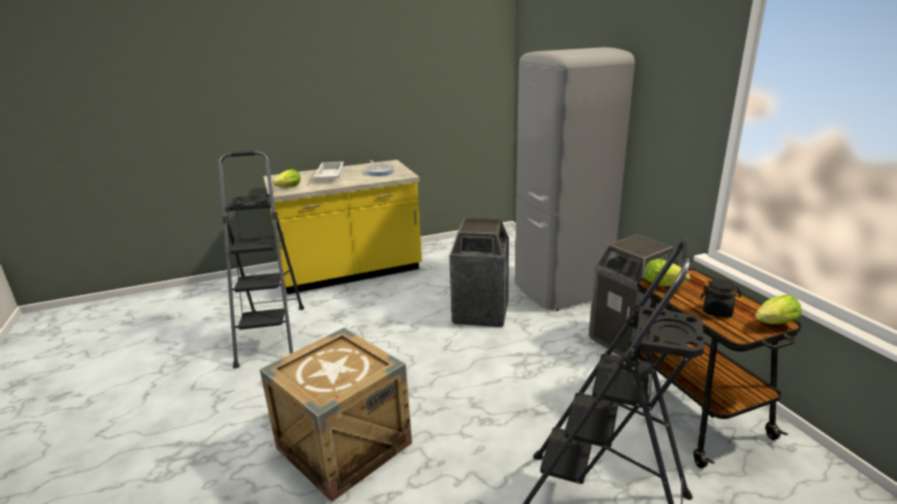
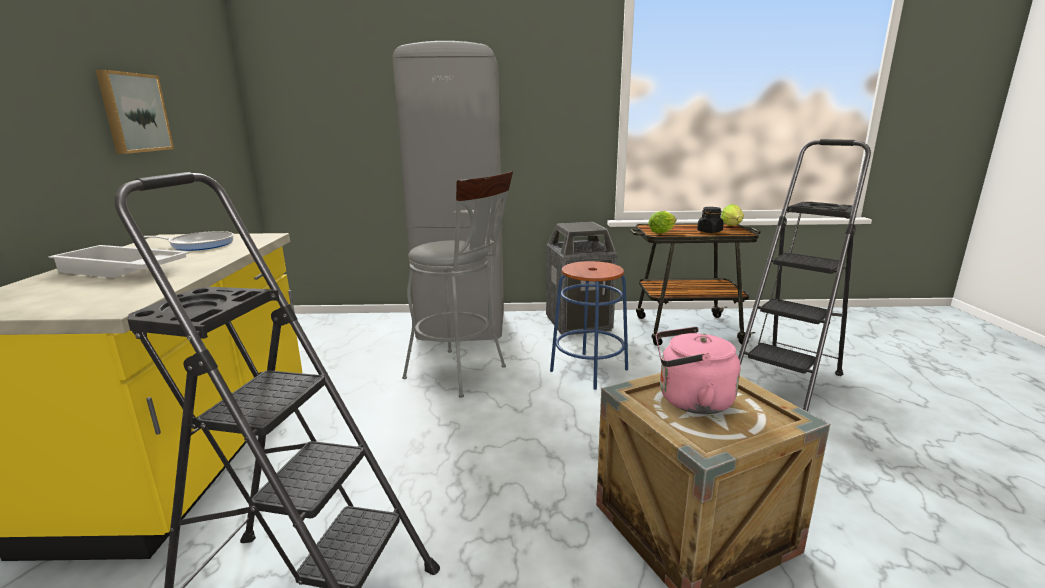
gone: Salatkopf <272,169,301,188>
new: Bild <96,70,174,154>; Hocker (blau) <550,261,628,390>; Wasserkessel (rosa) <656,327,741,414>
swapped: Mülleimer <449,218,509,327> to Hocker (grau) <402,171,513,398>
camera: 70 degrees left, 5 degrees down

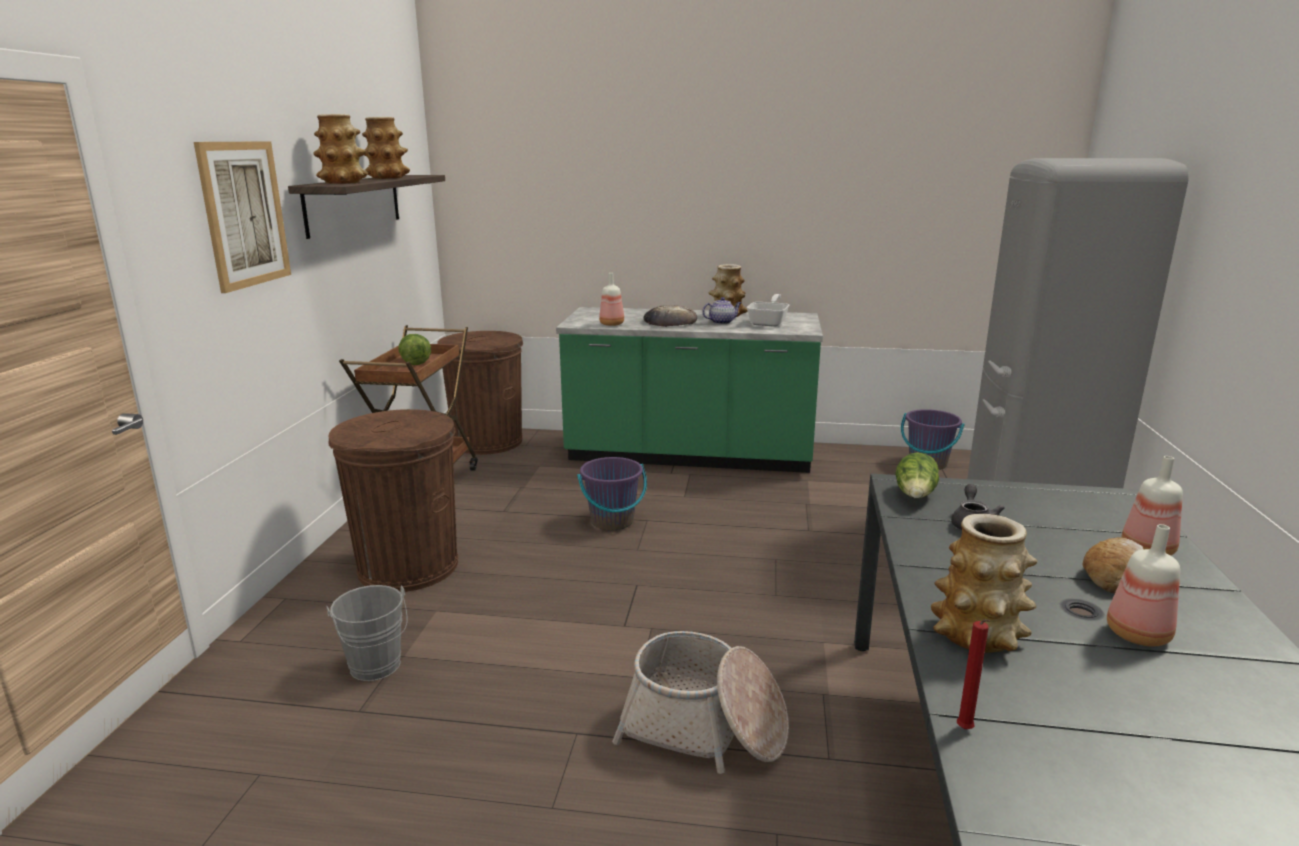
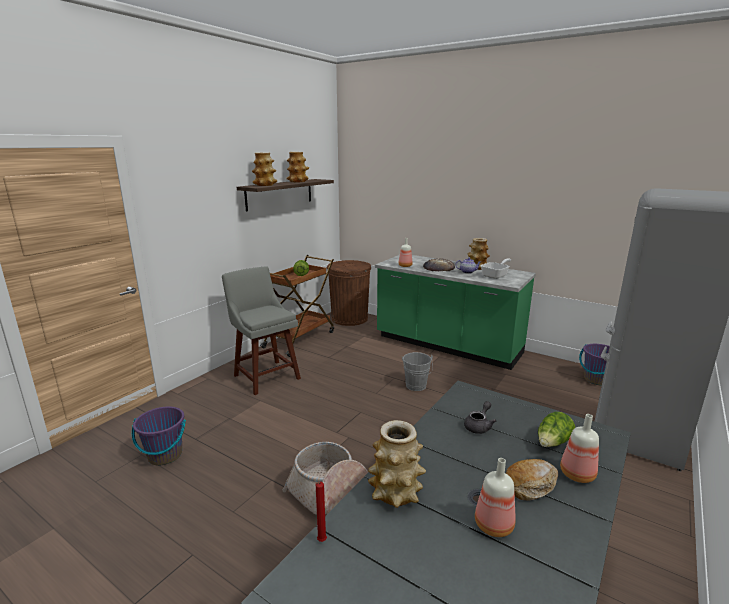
gone: Bild <194,141,291,293>
shifted: Salatkopf <896,452,939,499> to <538,412,575,447>; Eimer (lila) <577,457,647,530> to <132,406,186,465>; Eimer (grau) <326,585,407,681> to <402,352,433,391>
swapped: Mülleimer (braun) <328,409,458,592> to Hocker (grau) <222,266,301,395>
camera: 25 degrees right, 0 degrees up

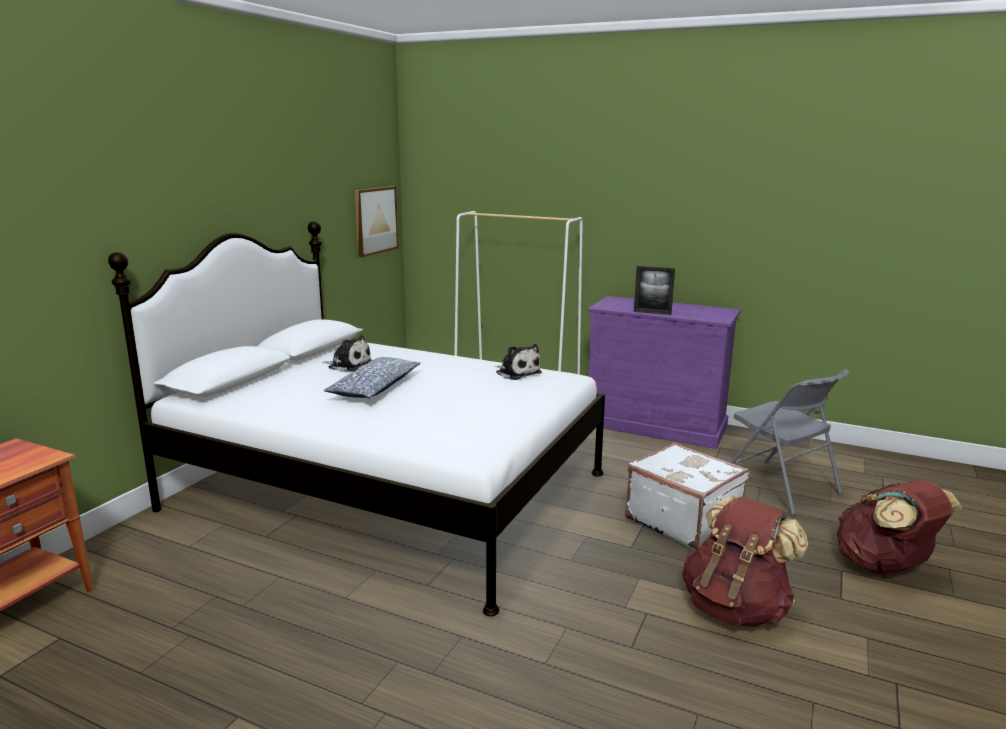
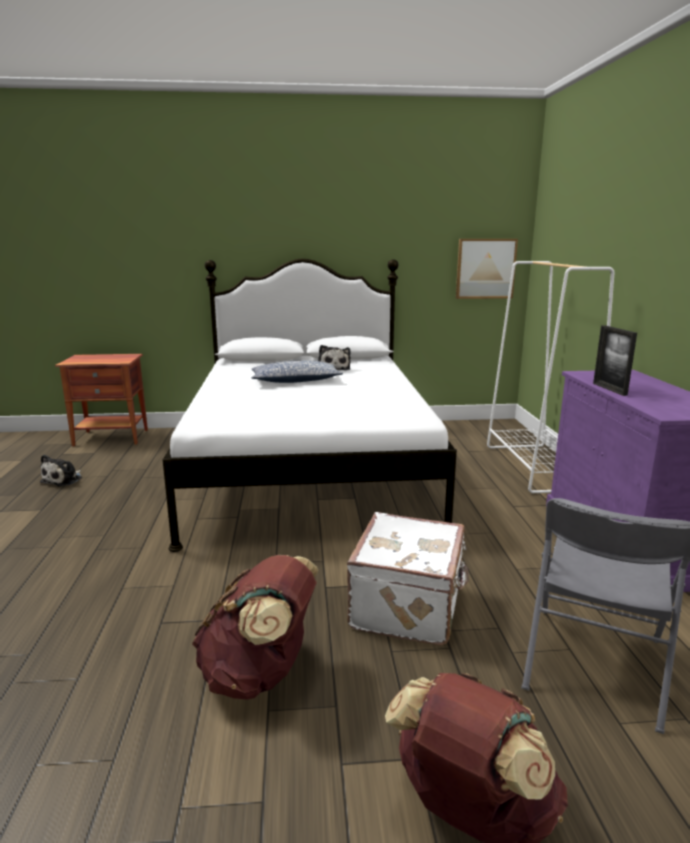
shifted: Plüschtier <495,344,542,380> to <40,455,82,486>
camera: 60 degrees right, 0 degrees up

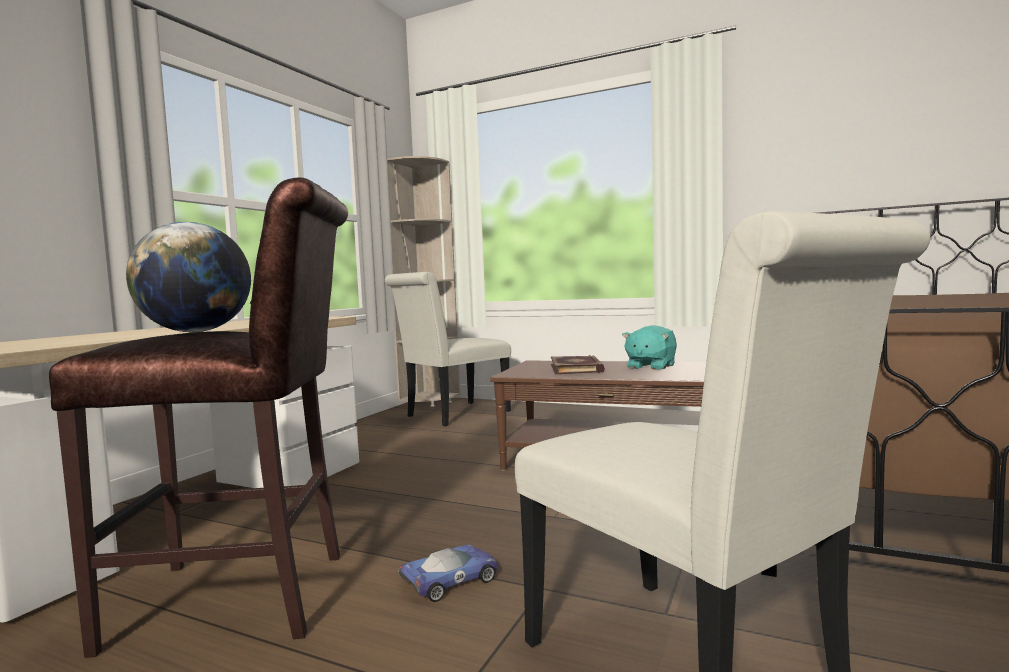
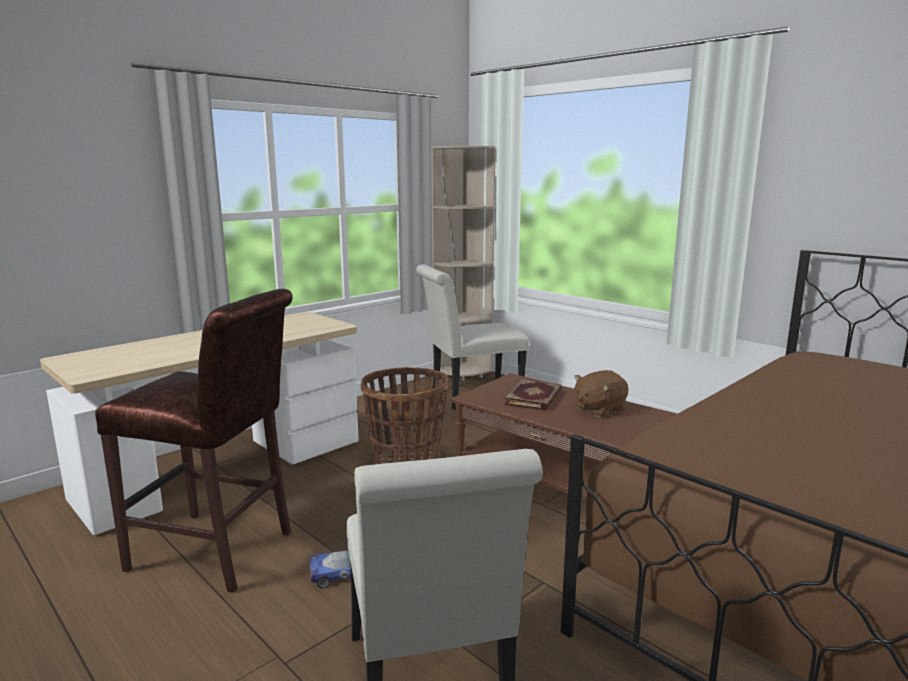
gone: Globus <126,222,251,332>
new: Korb <361,367,449,464>
repainted: Plüschtier (türkis) <622,325,677,370> to Plüschtier (braun) <574,370,629,417>
camera: 20 degrees right, 10 degrees up

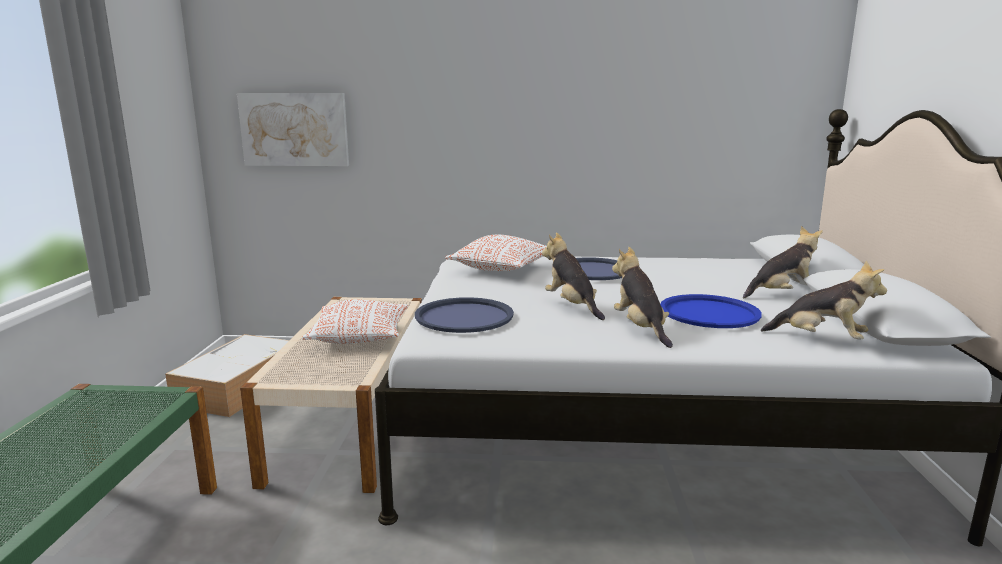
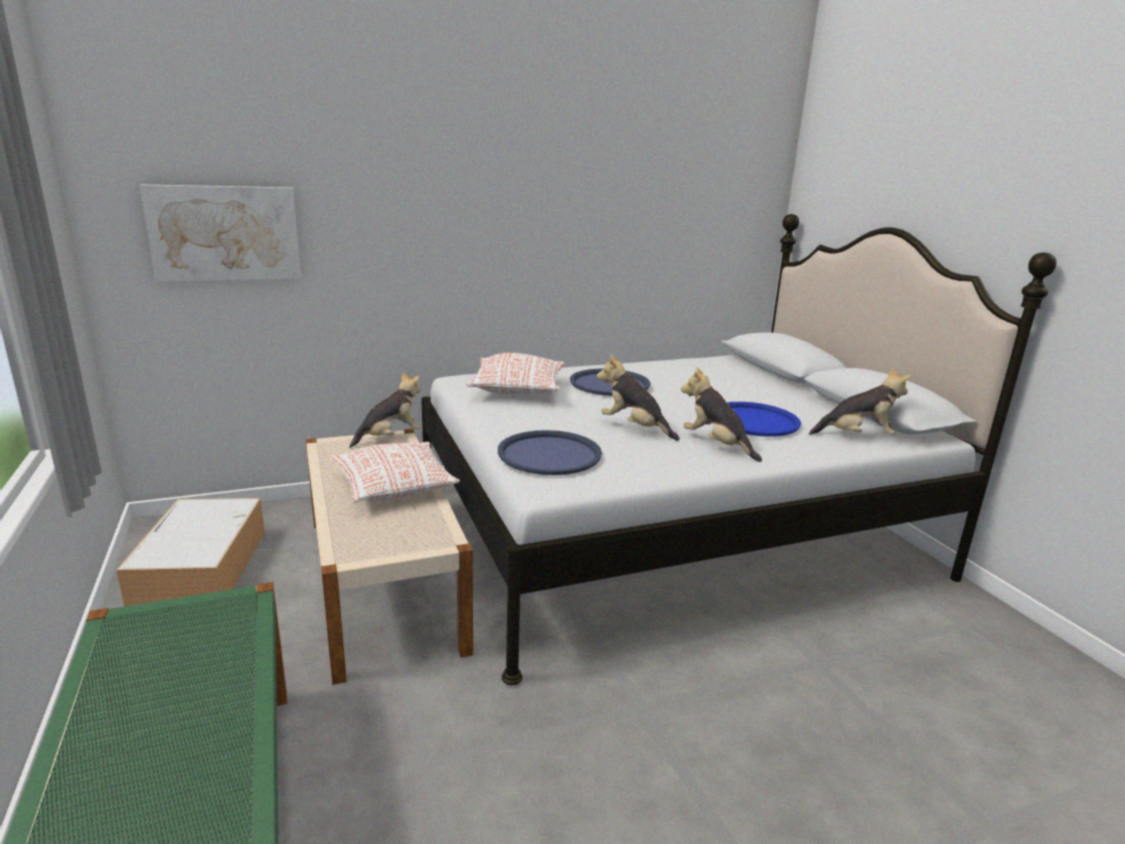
shifted: Plüschtier <743,226,823,298> to <349,372,421,448>
camera: 25 degrees left, 5 degrees up

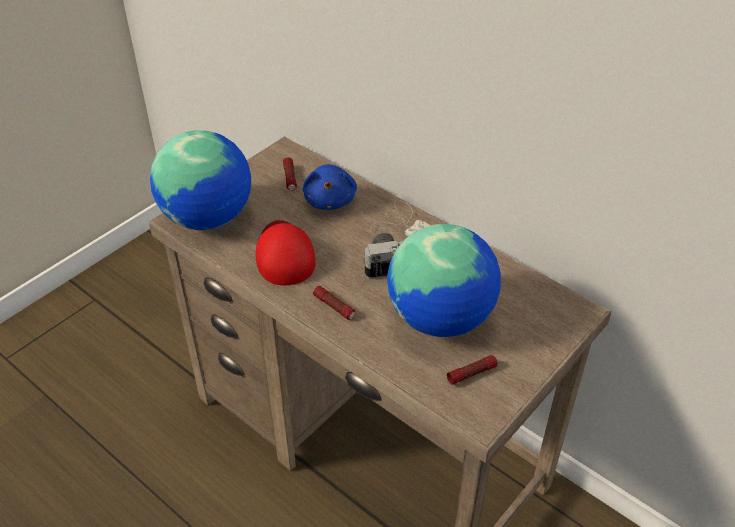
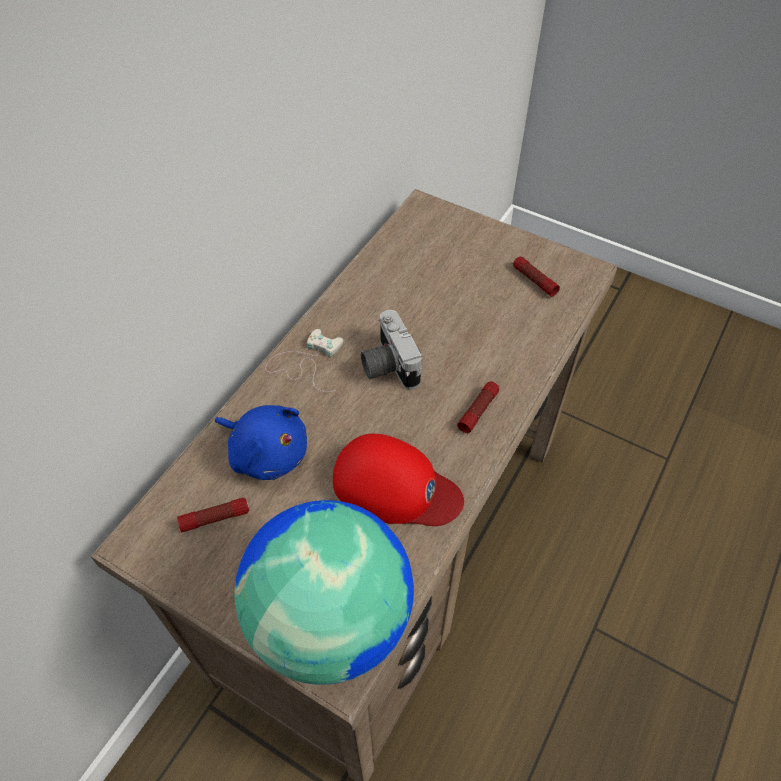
gone: Globus <387,224,501,337>
rotated: Plüschtier (blau) <303,164,357,210> = <215,405,307,480> 45 degrees clockwise; Kappe (rot) <256,220,316,285> = <333,434,464,526> 135 degrees counterclockwise
camera: 100 degrees left, 10 degrees up

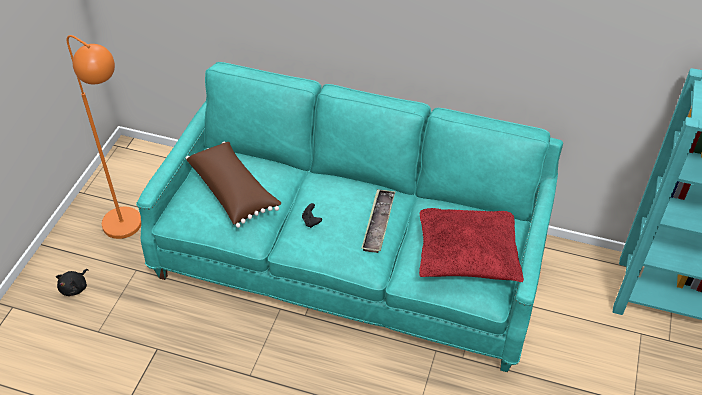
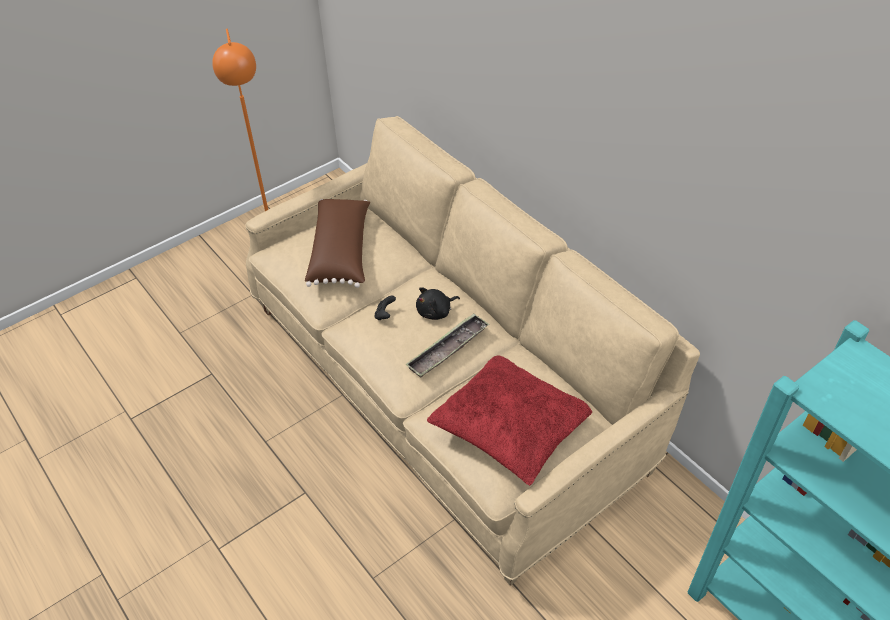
shifted: Plüschtier (schwarz) <56,269,89,296> to <416,287,460,320>
repainted: Sofa (türkis) <136,62,563,372> to Sofa (beige) <245,116,700,586>
camera: 35 degrees right, 0 degrees up

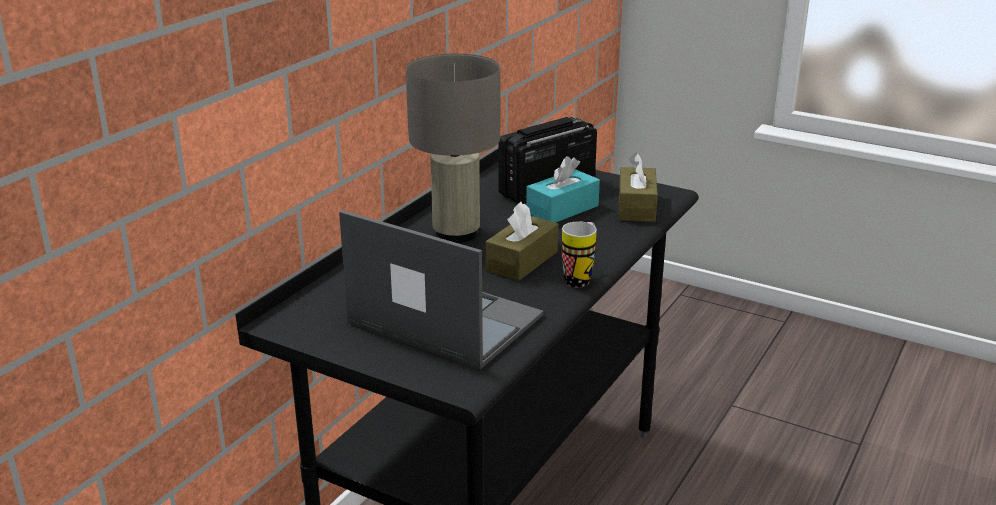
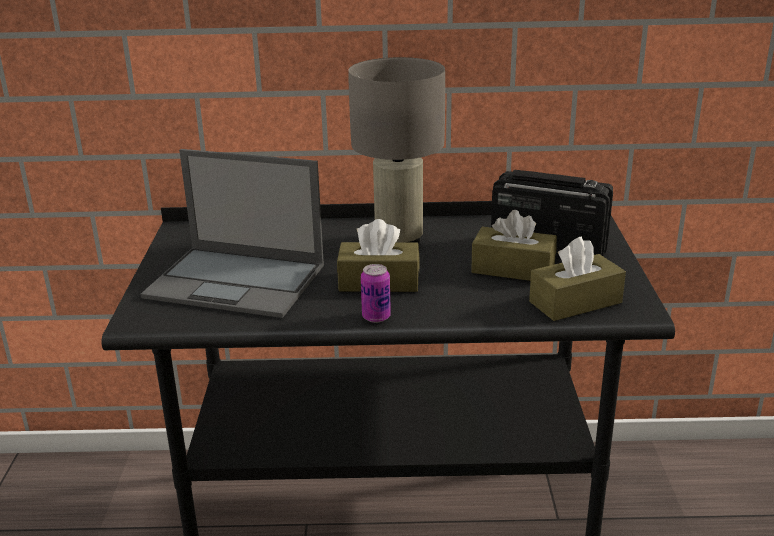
swapped: Henkelbecher <562,222,597,288> to Dose <361,264,391,323>
repainted: Taschentuchbox (türkis) <526,156,600,223> to Taschentuchbox (braun) <471,210,557,281>
rotated: Laptop <339,210,544,370> = <141,149,324,318> 105 degrees clockwise
camera: 60 degrees right, 0 degrees up

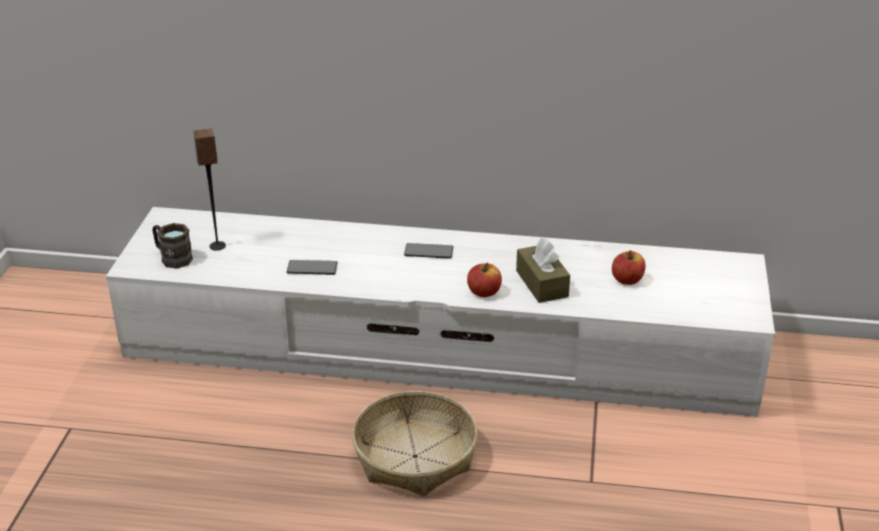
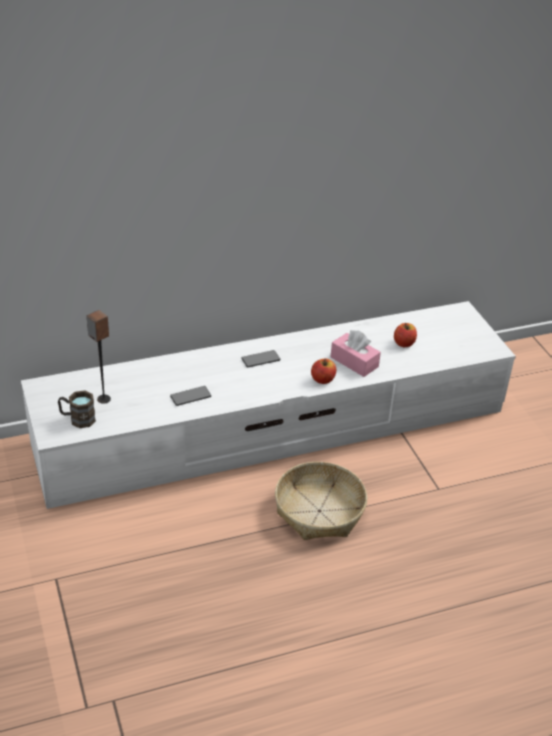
repainted: Taschentuchbox (braun) <516,238,570,303> to Taschentuchbox (rosa) <331,330,381,377>
camera: 30 degrees left, 5 degrees up

